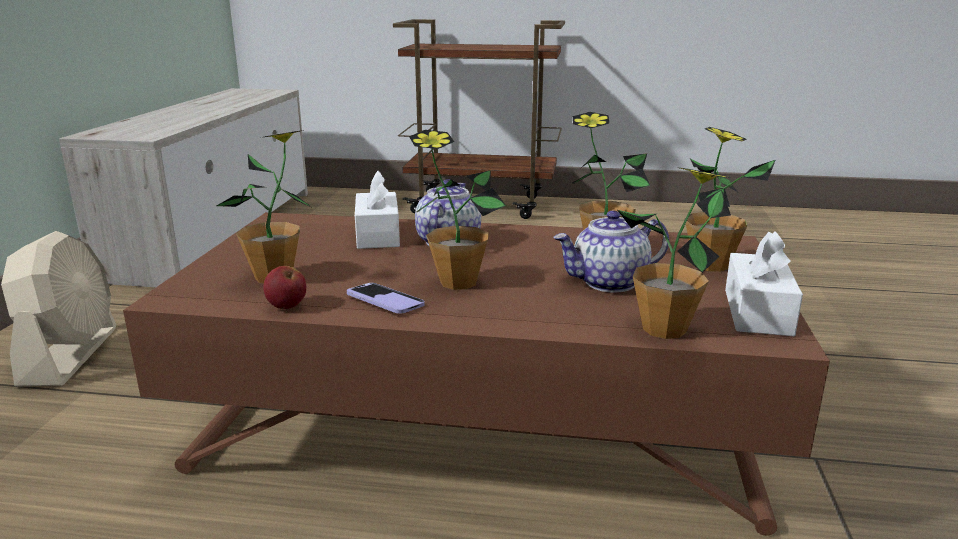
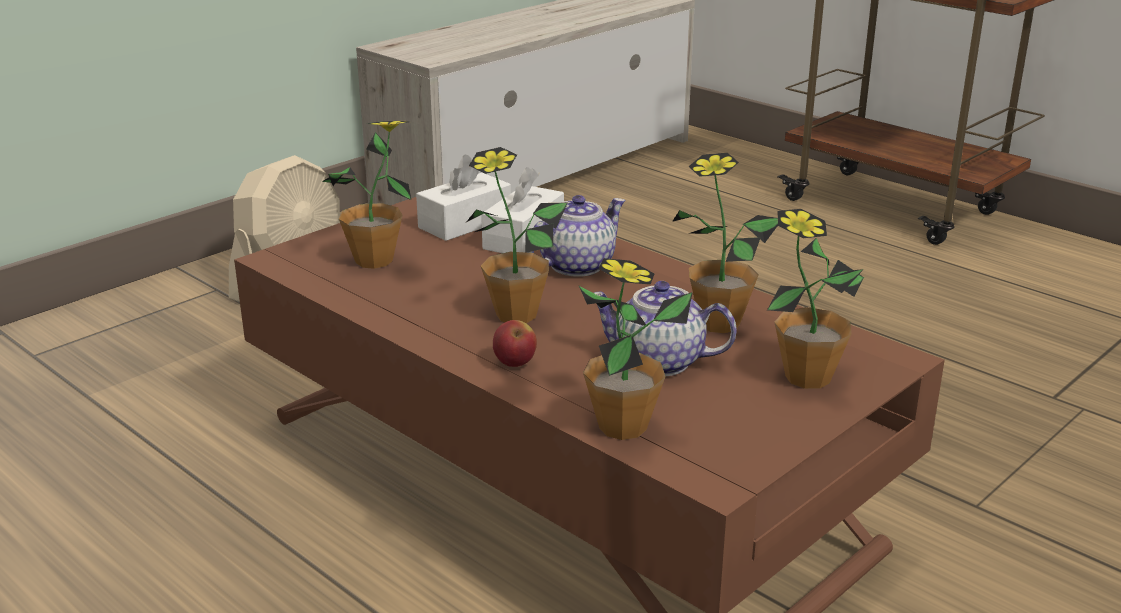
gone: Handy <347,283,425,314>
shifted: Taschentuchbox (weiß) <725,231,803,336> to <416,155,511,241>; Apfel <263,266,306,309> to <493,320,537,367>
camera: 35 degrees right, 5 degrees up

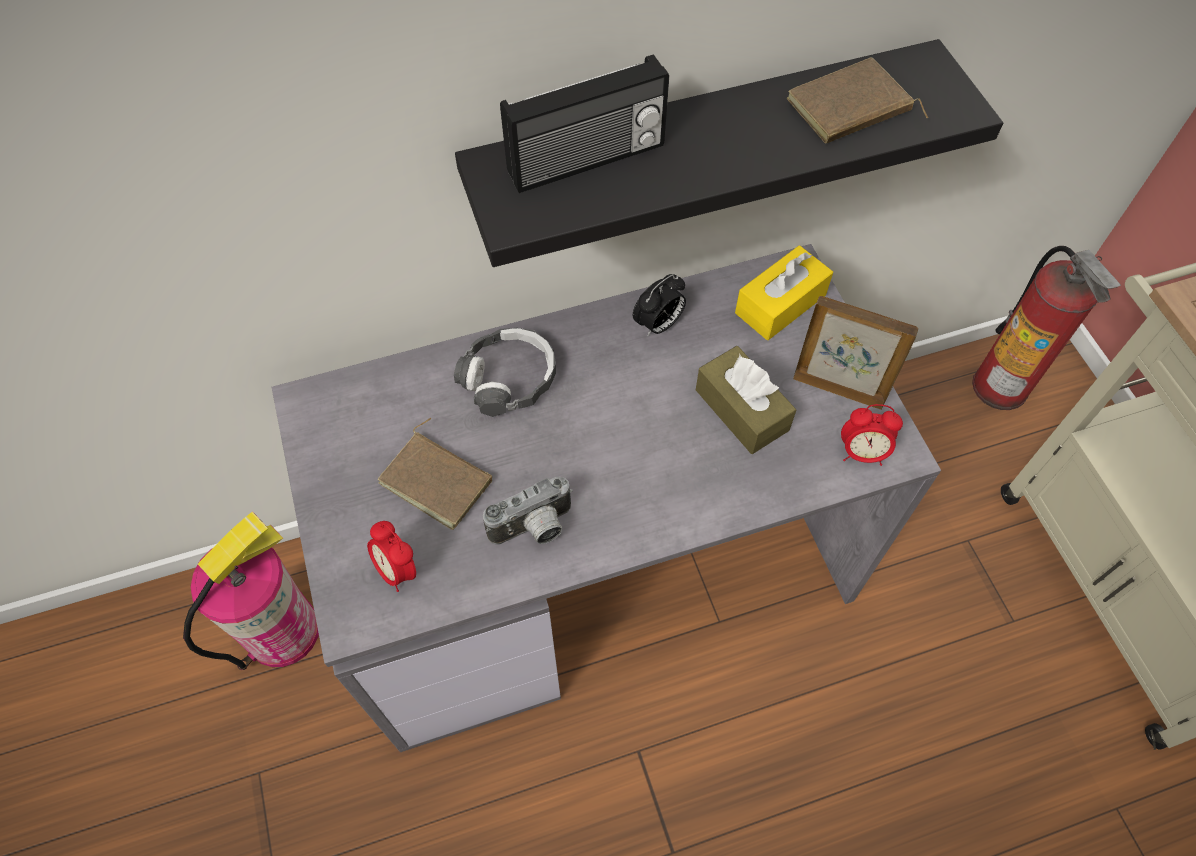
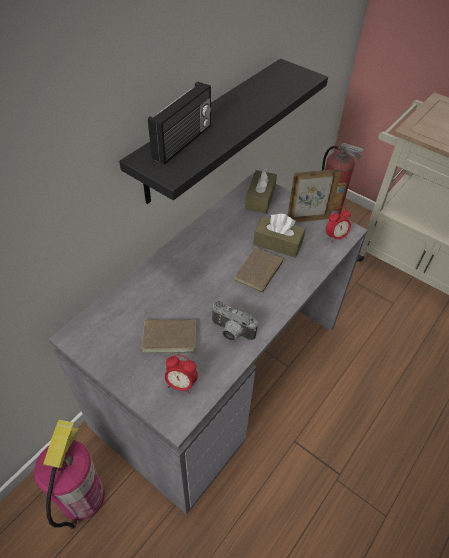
gone: Wecker <633,274,686,336>; Kopfhörer <454,327,556,417>
shifted: Buch (braun) <787,57,928,144> to <233,247,292,293>
repainted: Taschentuchbox (gelb) <735,245,833,340> to Taschentuchbox (braun) <245,168,277,214>
rotated: Kamera <483,477,573,544> = <211,301,258,341> 90 degrees clockwise
camera: 35 degrees left, 10 degrees down

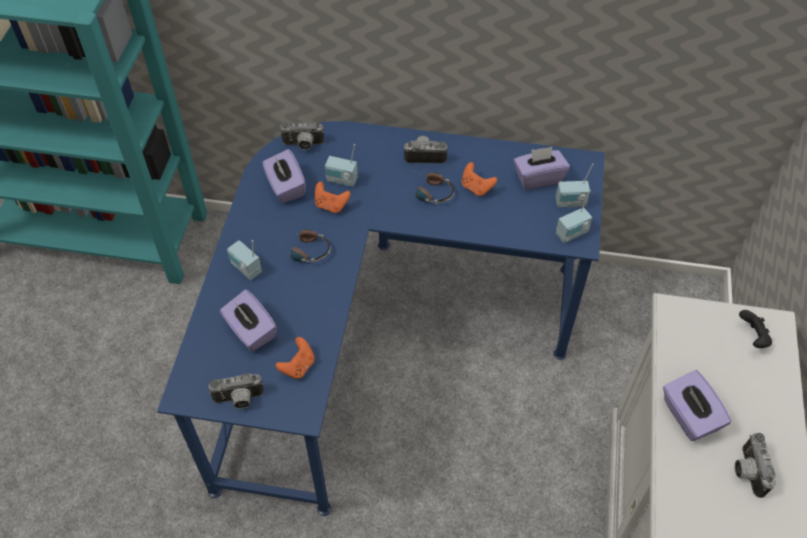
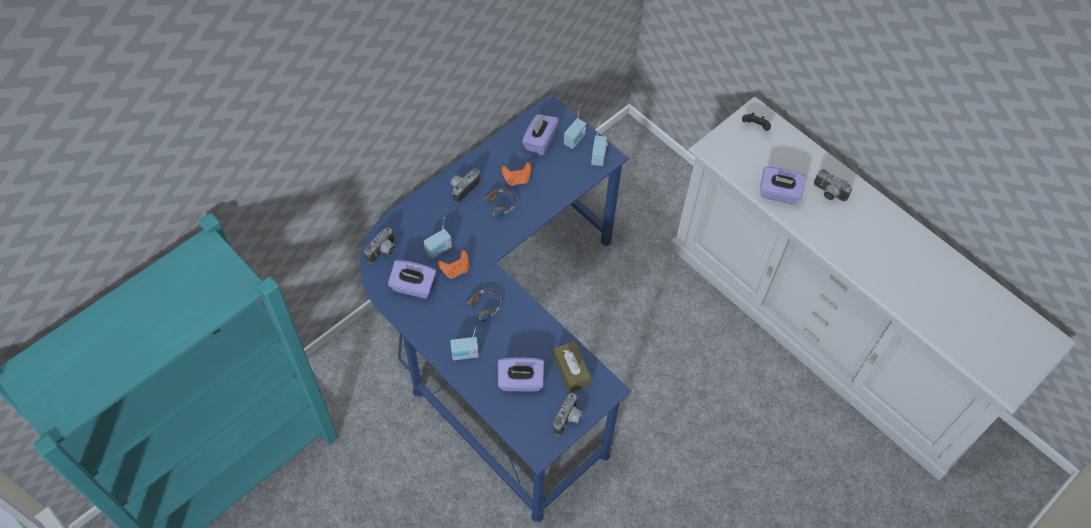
swapped: Gamepad (orange) <275,337,315,379> to Taschentuchbox (braun) <553,341,591,393>
camera: 55 degrees left, 5 degrees up

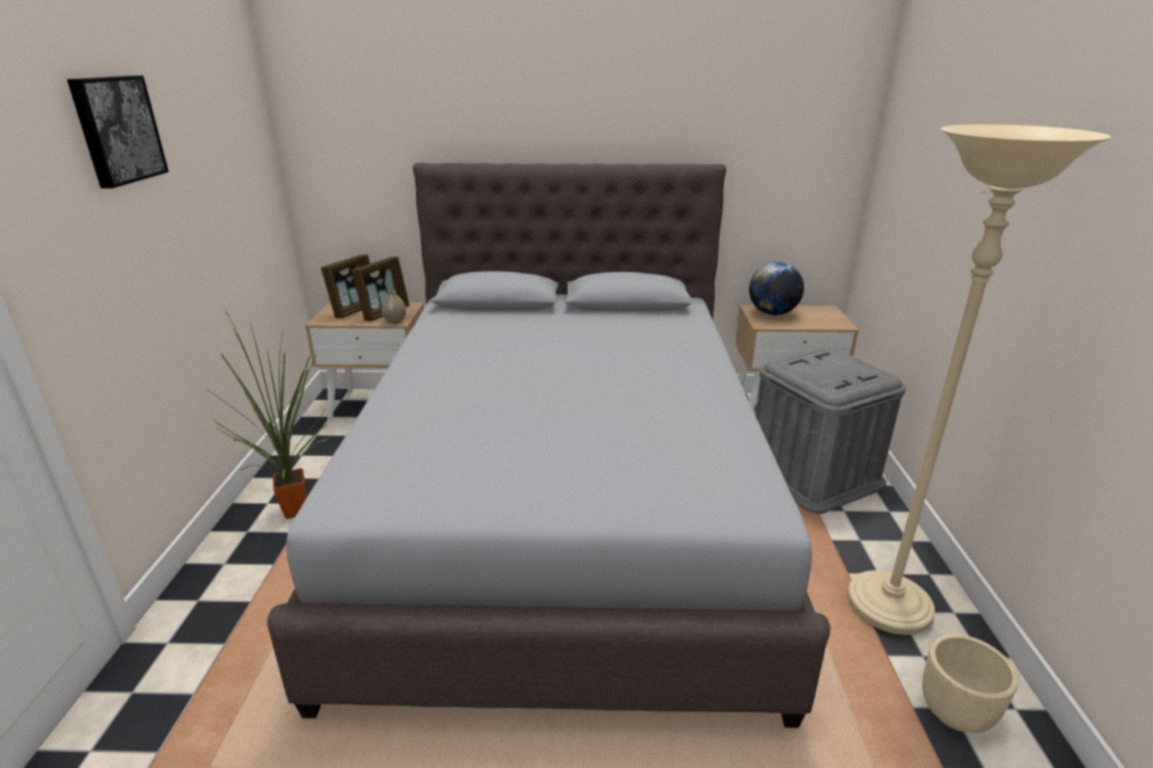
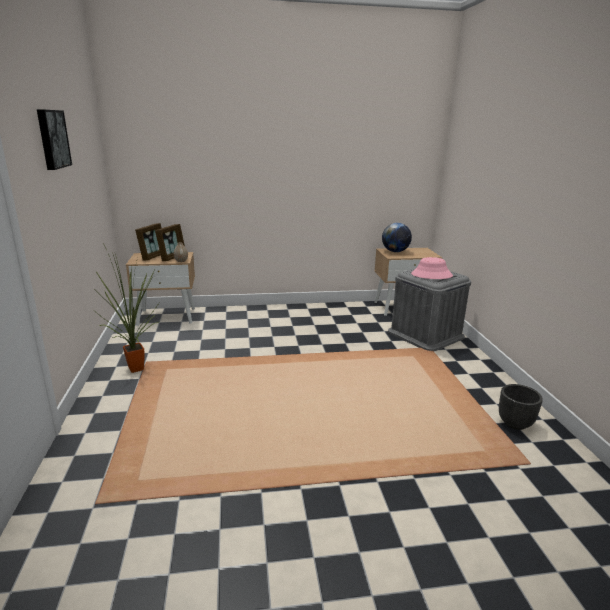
gone: Stehlampe (beige) <847,124,1111,635>; Bett (grau) <267,163,830,728>
new: Hut (rosa) <411,257,453,279>
repainted: Pflanzkübel (beige) <922,634,1018,733> to Pflanzkübel (schwarz) <499,384,543,430>
camera: 10 degrees left, 5 degrees down

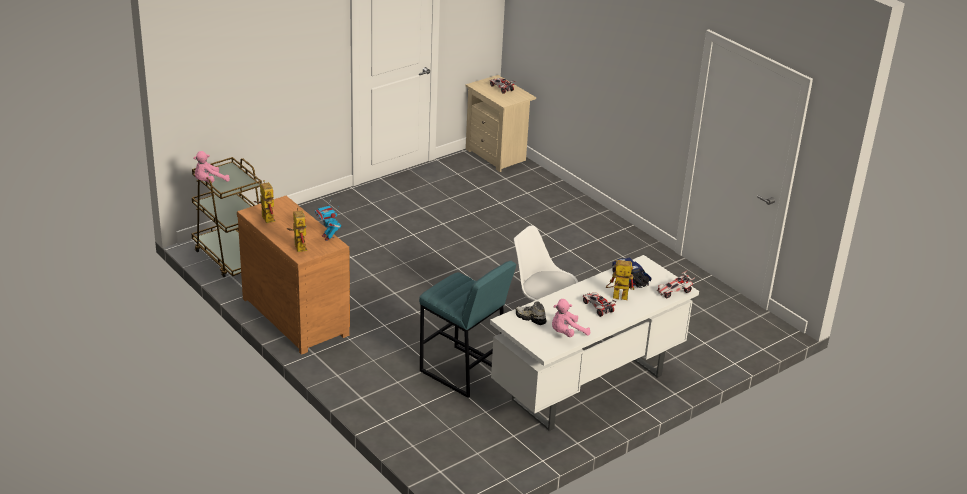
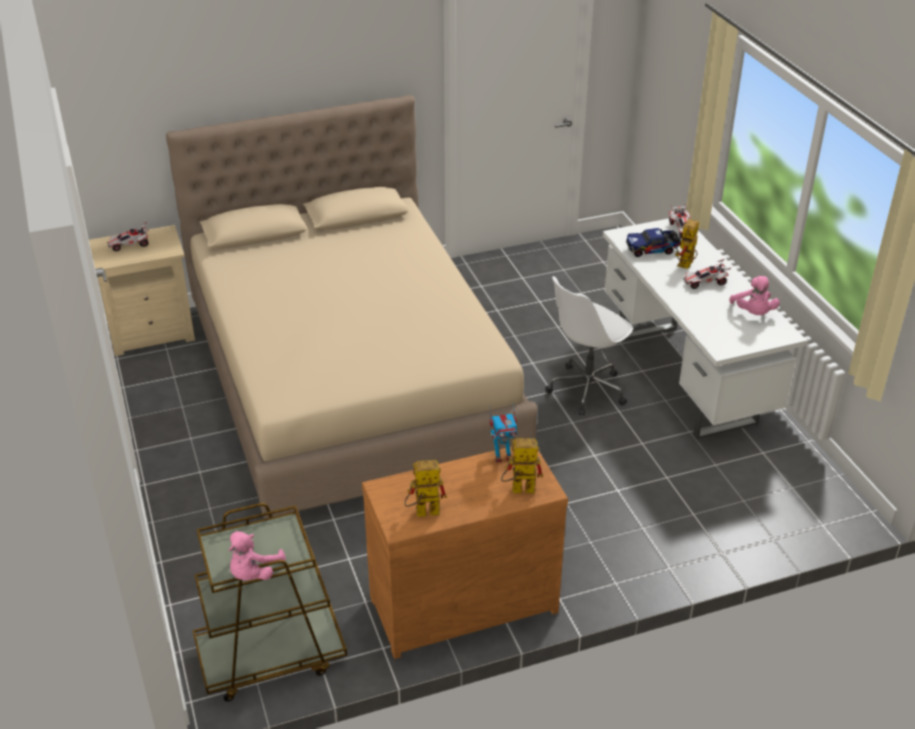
gone: Hocker (türkis) <419,261,516,398>; Schuh <515,301,546,325>
new: Bett (beige) <166,95,538,519>
rotated: Plüschtier (rosa) <193,151,230,183> = <229,531,286,581> 45 degrees clockwise
camera: 70 degrees left, 5 degrees up

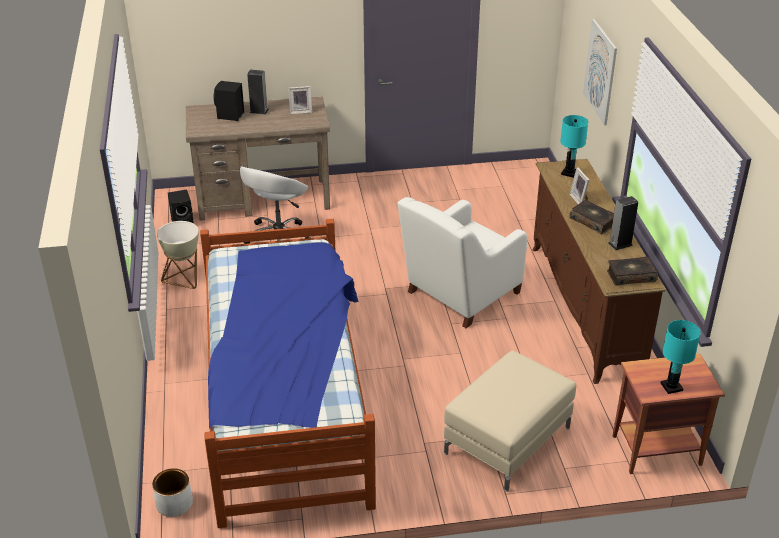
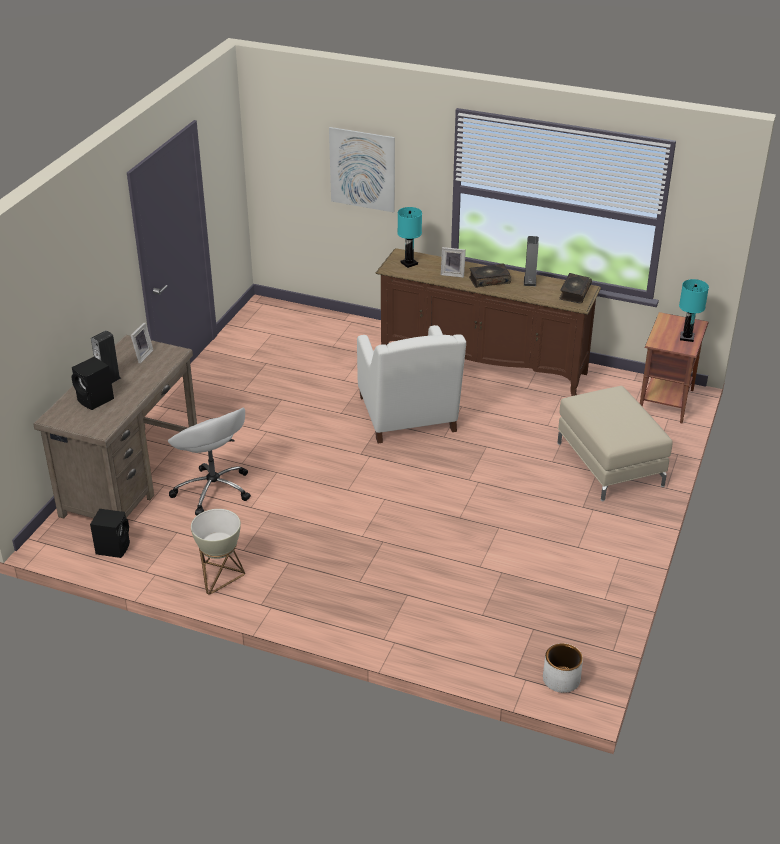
gone: Bett <200,219,376,528>
camera: 60 degrees left, 0 degrees up

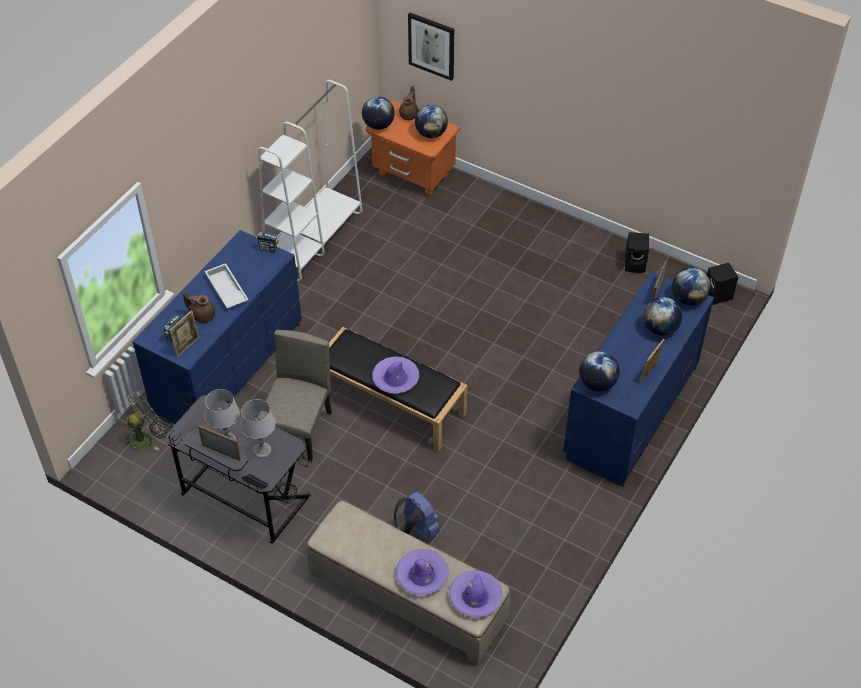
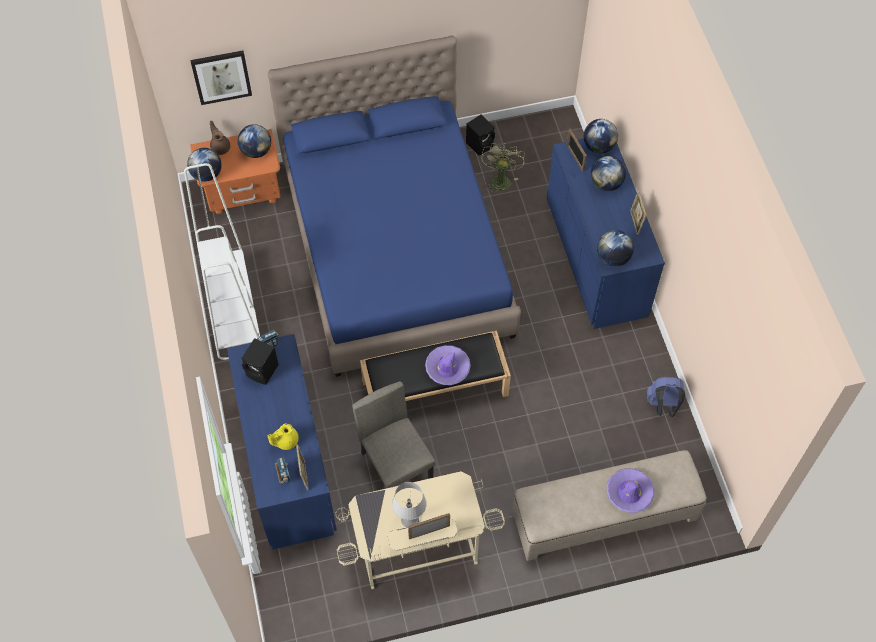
gone: Tablett (weiß) <204,263,249,308>; Tischlampe (grau) <240,399,276,458>; Hut (lila) <449,570,503,617>
new: Bett (blau) <268,35,521,377>
shifted: Lautsprecher (schwarz) <707,263,738,305> to <241,338,279,385>; Ventilator (grün) <122,391,164,450> to <481,143,525,195>; Rucksack (blau) <394,492,440,539> to <647,377,685,417>
repainted: Teekanne (braun) <183,292,215,323> to Teekanne (gelb) <268,423,299,450>; Schreibtisch (schwarz) <150,394,312,544> to Schreibtisch (beige) <335,471,505,589>
camera: 45 degrees left, 10 degrees up

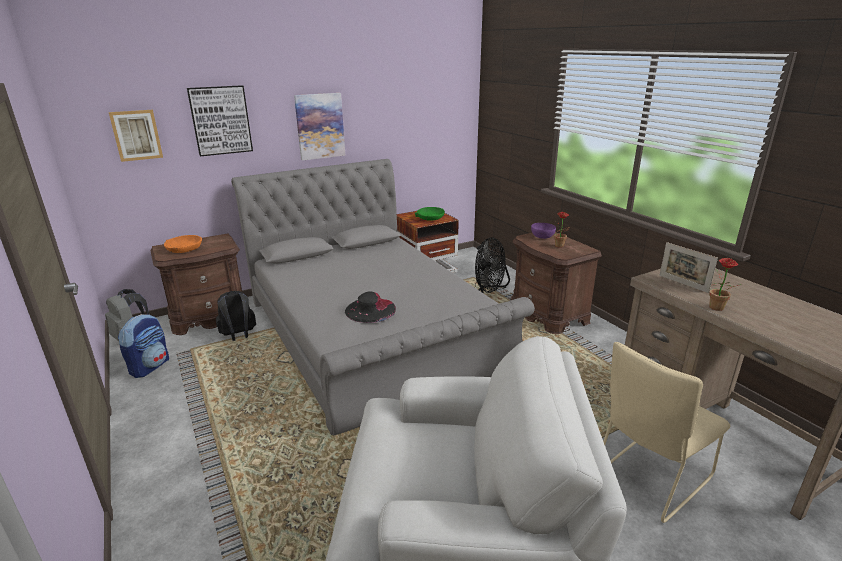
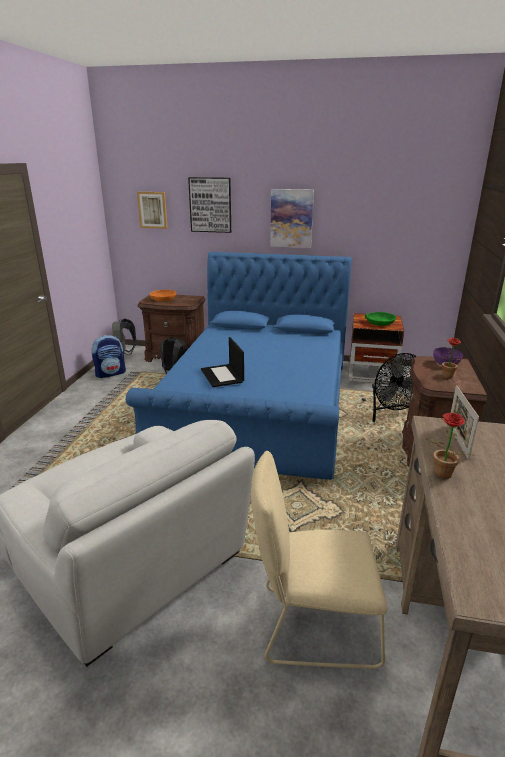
swapped: Hut (schwarz) <345,291,396,323> to Laptop <201,337,244,387>
repainted: Bett (grau) <231,159,535,436> to Bett (blau) <126,252,352,480>
camera: 40 degrees right, 0 degrees up

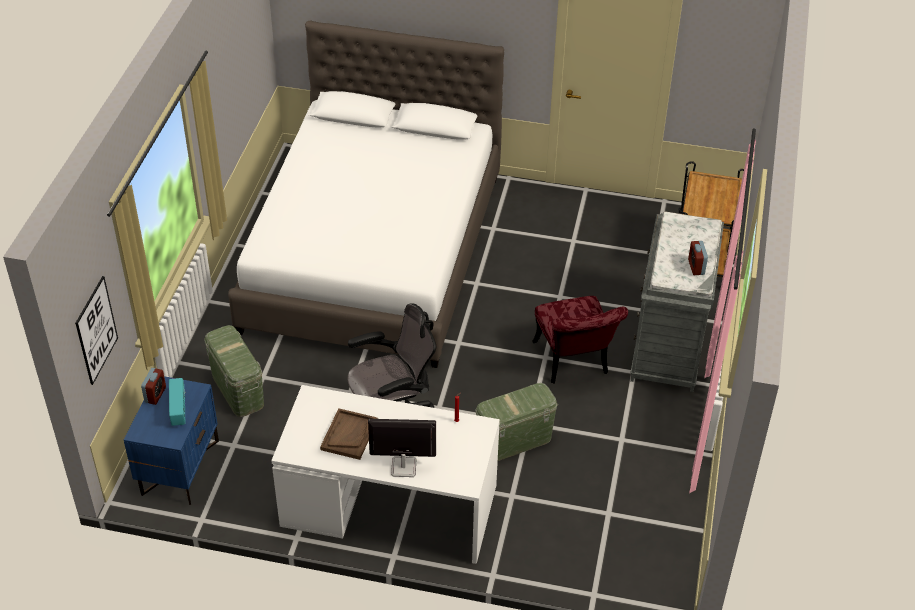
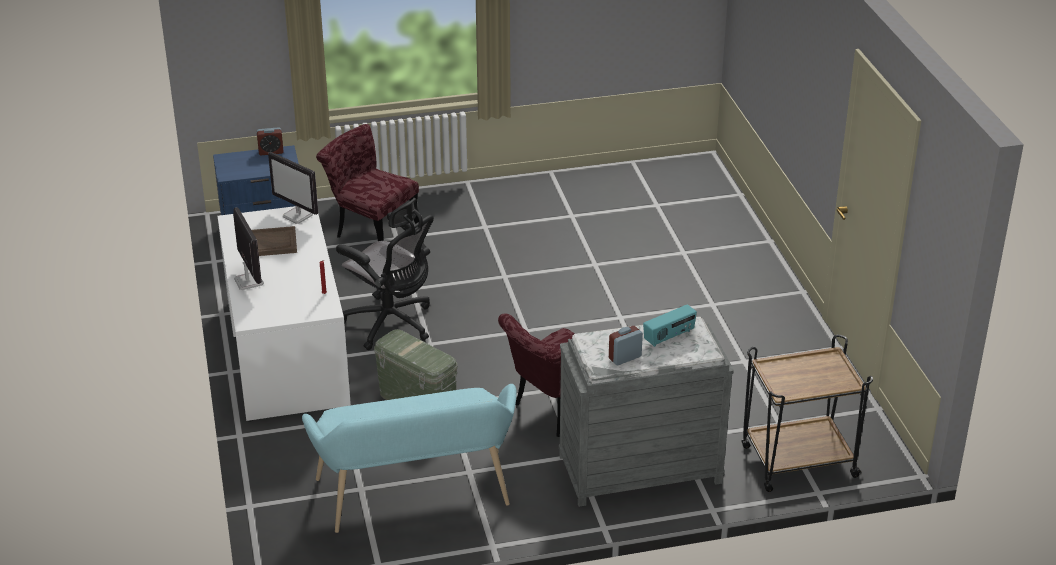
gone: Bett (weiß) <228,20,504,368>; Bild <75,276,118,385>
new: Monitor <268,152,318,224>; Bank (türkis) <302,384,517,533>
shifted: Radio <169,378,186,426> to <643,304,697,347>
swapped: Aufbewahrungsbox (grün) <204,325,264,417> to Stuhl (rot) <316,124,419,241>
camera: 65 degrees right, 10 degrees down

